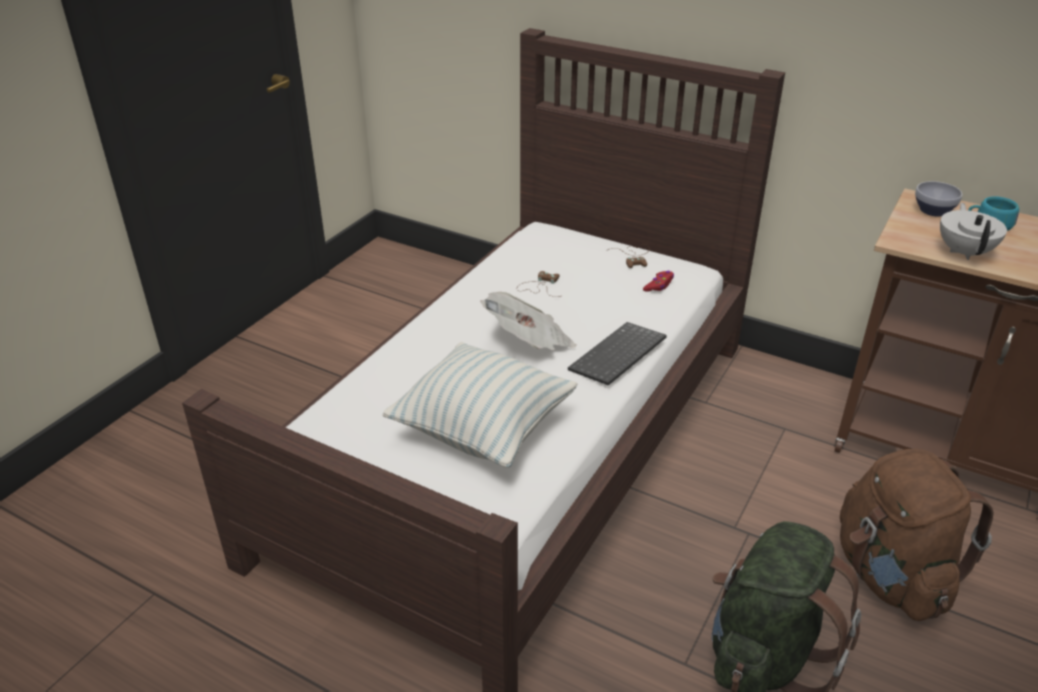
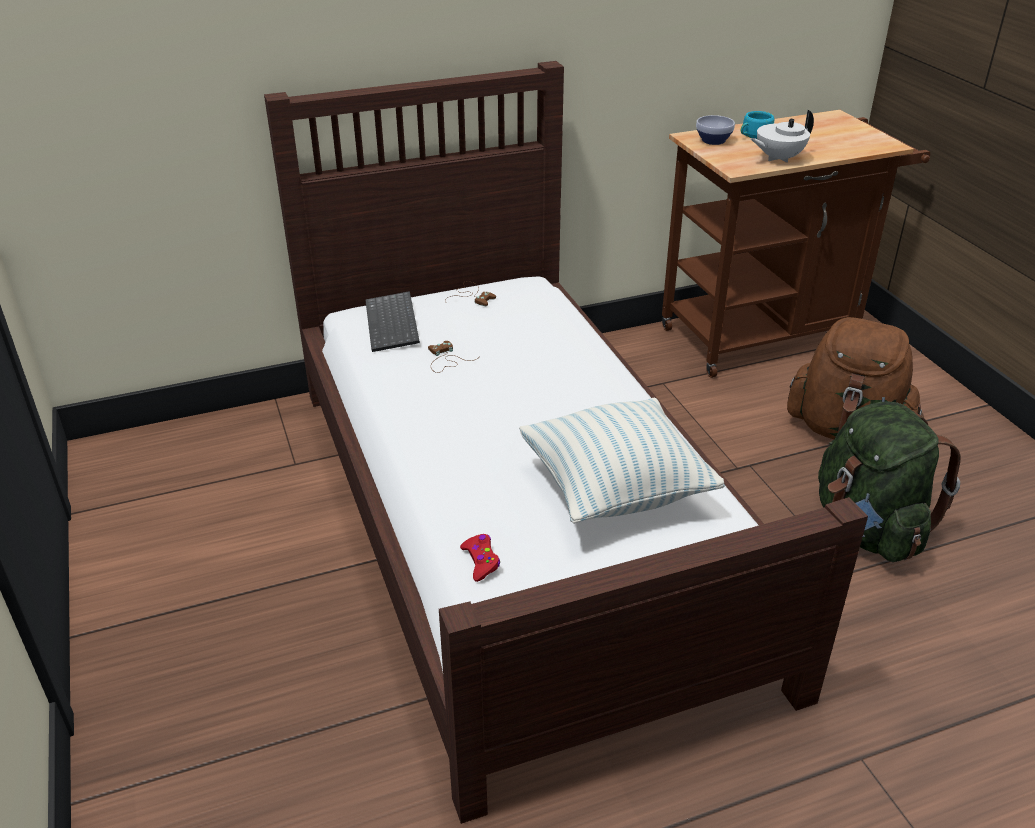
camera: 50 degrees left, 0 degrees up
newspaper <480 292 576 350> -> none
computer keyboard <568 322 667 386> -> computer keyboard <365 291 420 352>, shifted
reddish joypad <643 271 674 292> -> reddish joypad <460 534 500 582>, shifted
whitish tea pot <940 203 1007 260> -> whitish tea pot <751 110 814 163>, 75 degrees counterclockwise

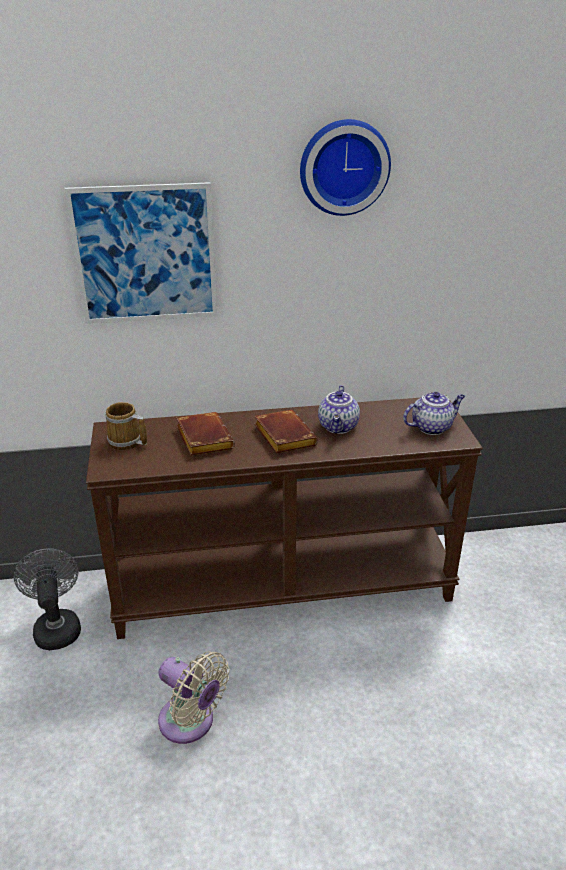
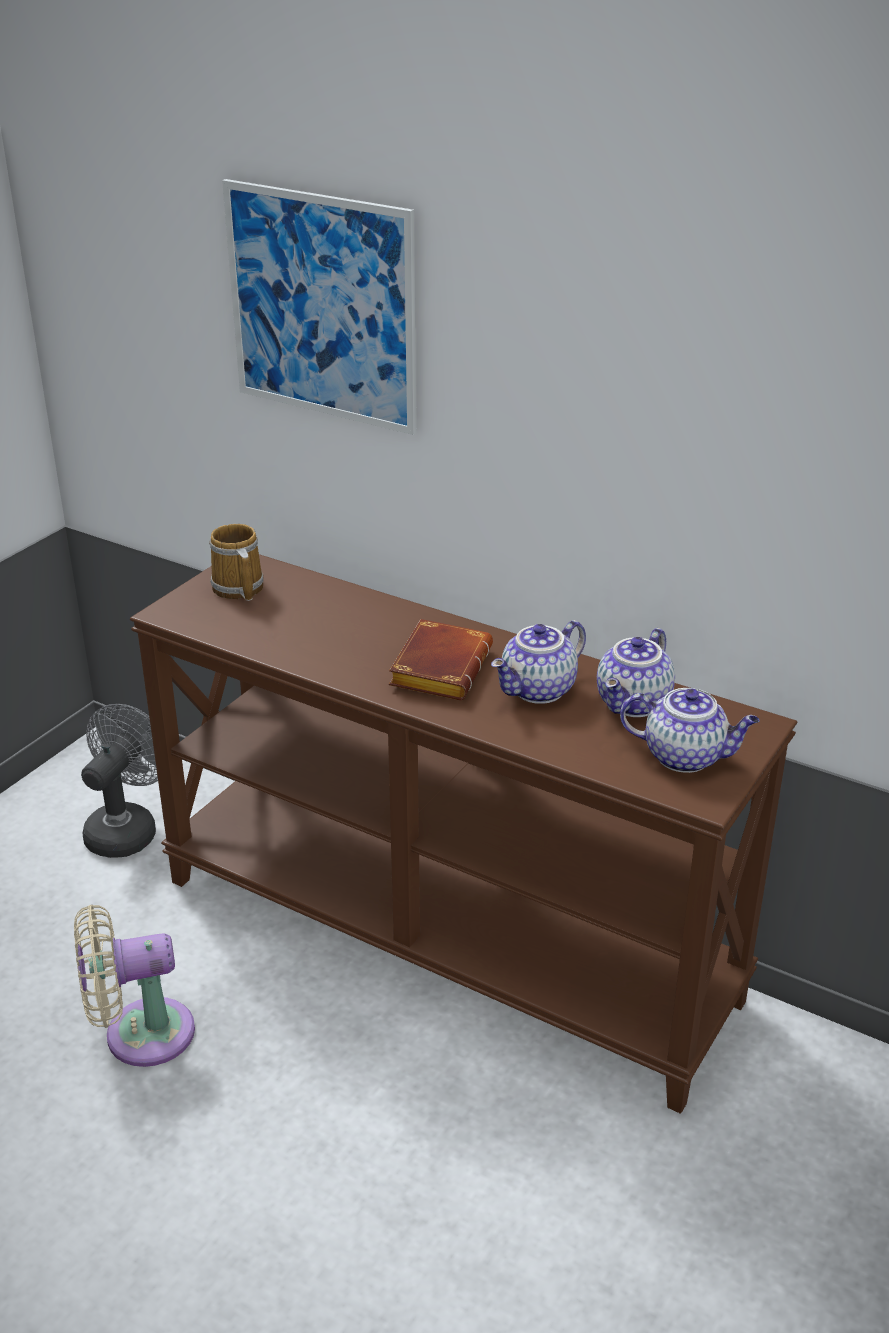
camera: 40 degrees right, 0 degrees up
brown volume <176 412 235 456> -> none
hanging clock <300 119 391 216> -> none
none -> tea pot <597 628 675 717>
sand-coloured cooling fan <158 651 229 744> -> sand-coloured cooling fan <74 905 195 1067>, 90 degrees clockwise

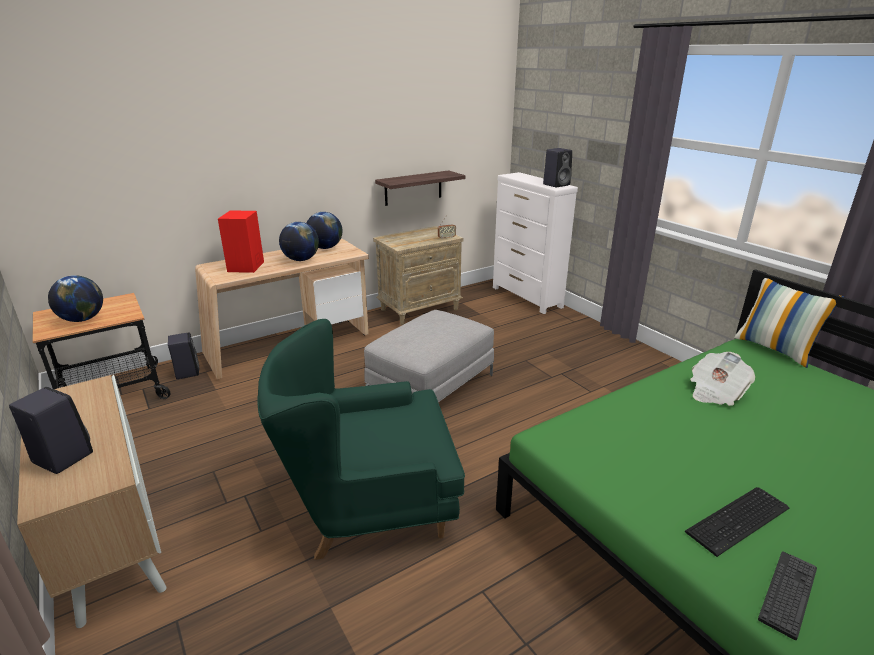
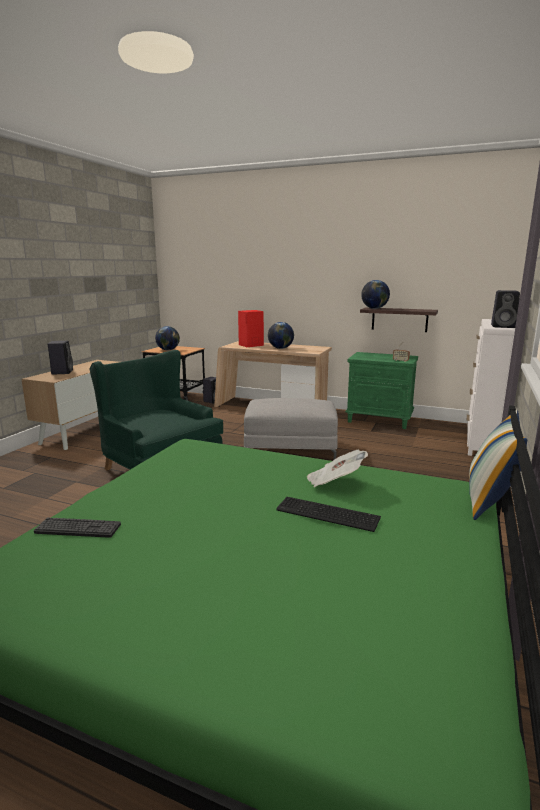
camera: 55 degrees right, 10 degrees down
desk globe <307 212 342 249> -> desk globe <361 280 390 309>, shifted
computer keyboard <685 487 789 557> -> computer keyboard <276 497 381 532>, shifted
sand-coloured night table <373 226 463 325> -> greenish night table <345 352 418 429>

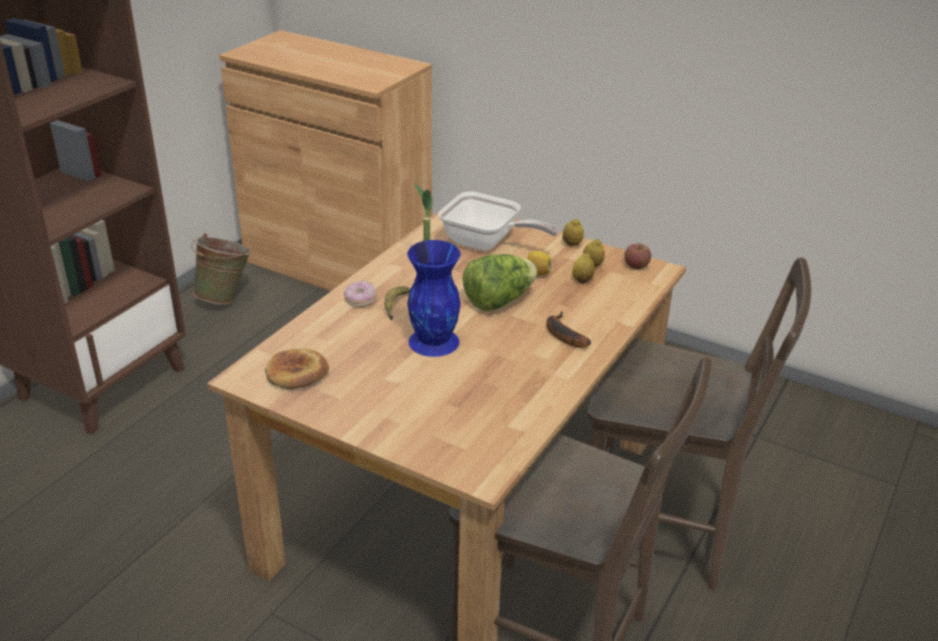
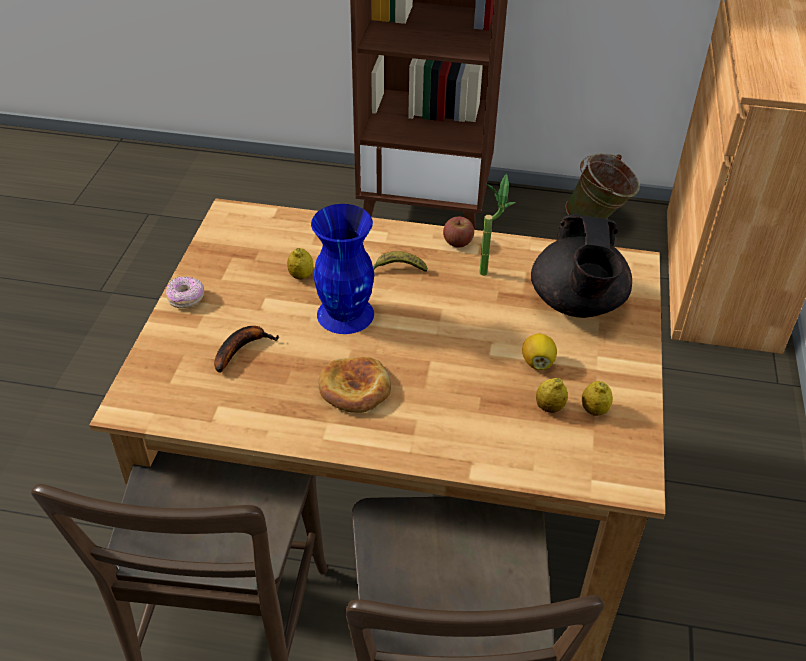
camera: 70 degrees right, 10 degrees up
lettuce <463 254 537 311> -> none
bread <265 349 329 389> -> bread <318 357 391 413>, shifted
doughnut <344 281 376 307> -> doughnut <166 276 204 308>, shifted
banana <546 311 591 347> -> banana <214 326 279 373>, shifted
citrus fruit <563 219 584 246> -> citrus fruit <287 248 314 279>, shifted
apple fruit <624 243 651 269> -> apple fruit <443 217 474 247>, shifted
frying pan <438 192 559 251> -> blackish tea pot <531 214 632 318>

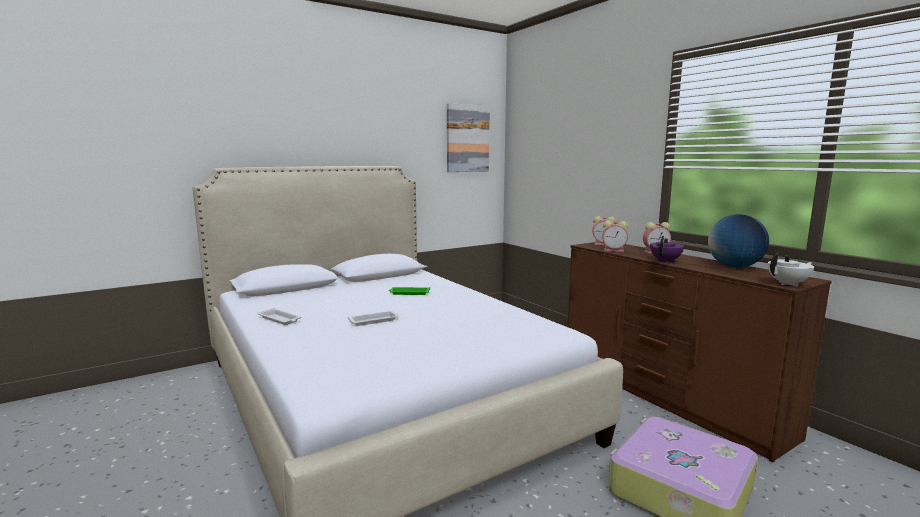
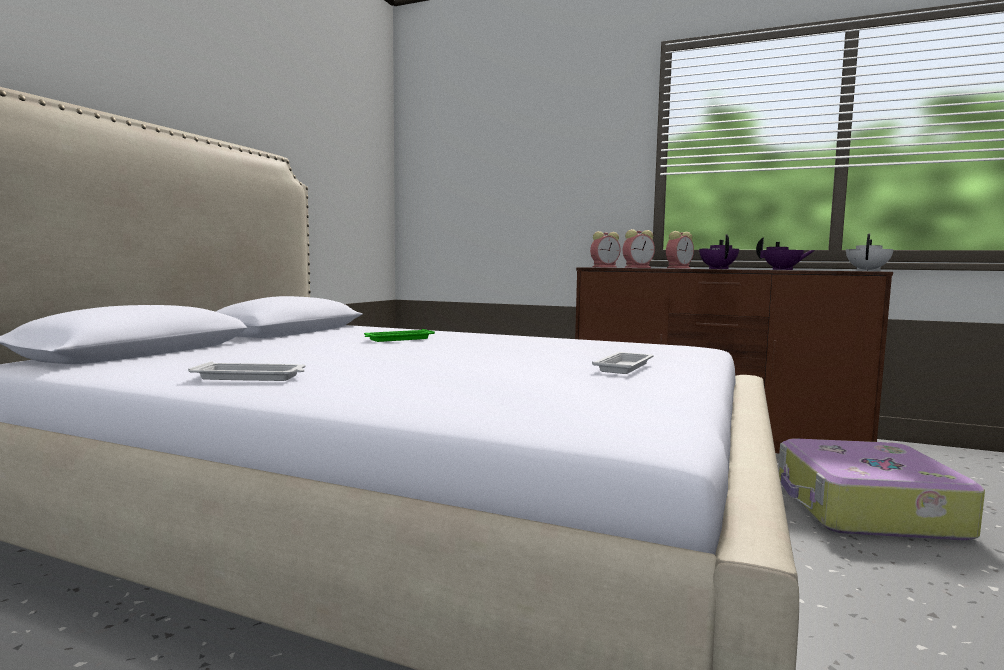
camera: 35 degrees left, 5 degrees down
wall picture <447 103 490 172> -> none
whitish serving tray <348 311 399 326> -> whitish serving tray <592 352 654 374>, shifted
desk globe <708 214 769 268> -> purple-coloured tea pot <756 237 815 270>

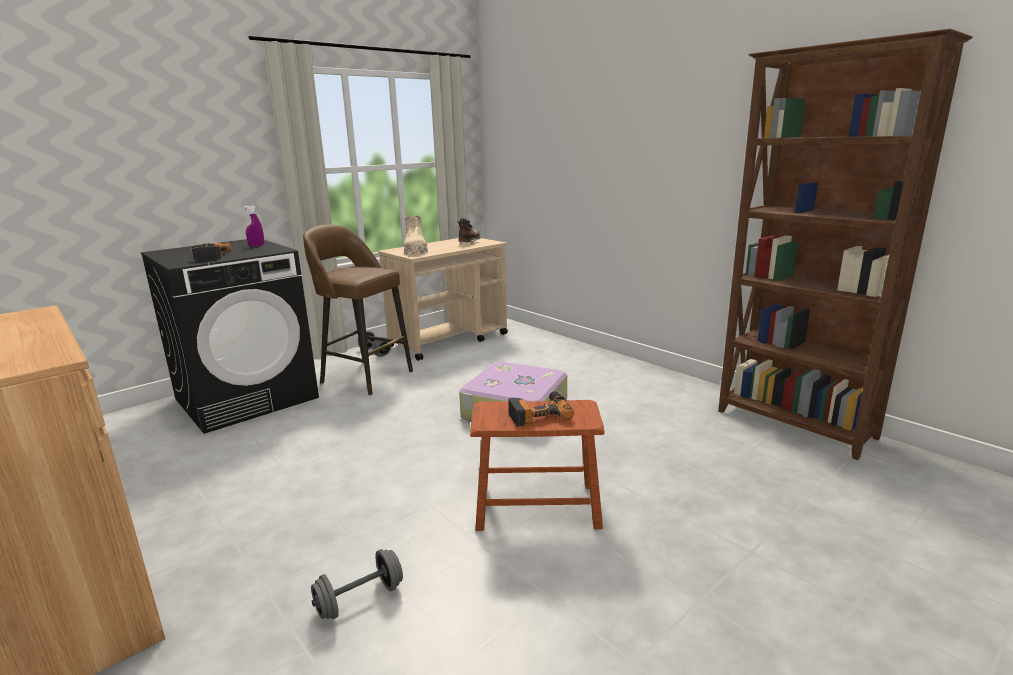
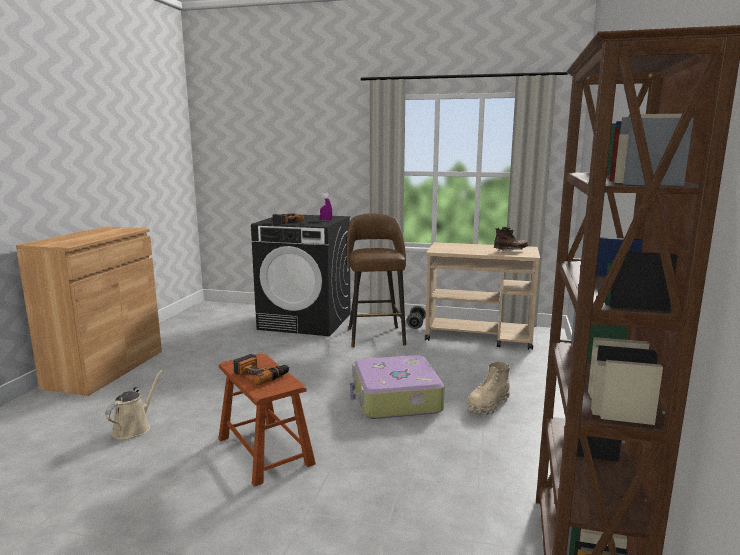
camera: 55 degrees right, 5 degrees down
sand-coloured tall boot <404 216 428 254> -> sand-coloured tall boot <467 362 510 415>, shifted
grey hand weight <311 549 403 619> -> sand-coloured watering pot <105 369 163 439>

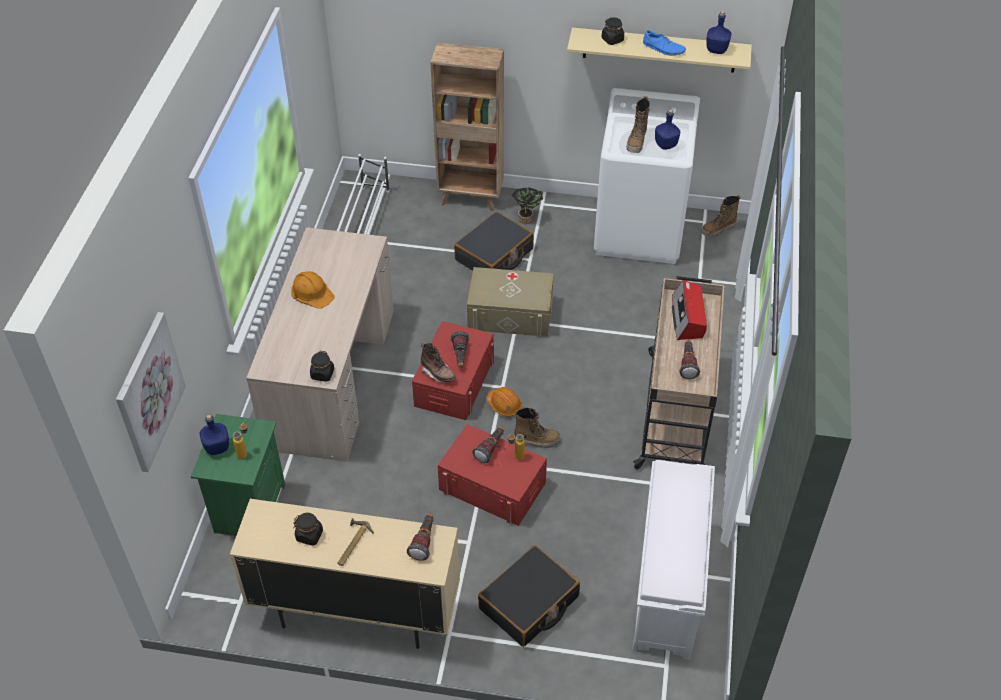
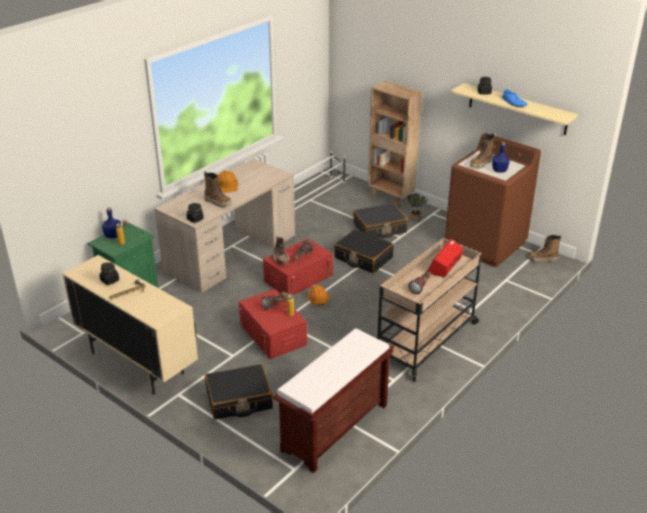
camera: 30 degrees right, 15 degrees down
wall picture <116 312 186 472> -> none
torch <407 513 433 561> -> none
bluish bottle <706 11 731 54> -> none
tall boot <514 408 560 448> -> tall boot <204 171 232 207>, shifted
sand-coloured storage box <467 267 554 337> -> blackish suitcase <334 229 394 273>
whitish laundry appliance <594 88 700 264> -> brown laundry appliance <445 133 541 267>
whitish long seat <632 460 715 660> -> brown long seat <273 328 394 473>

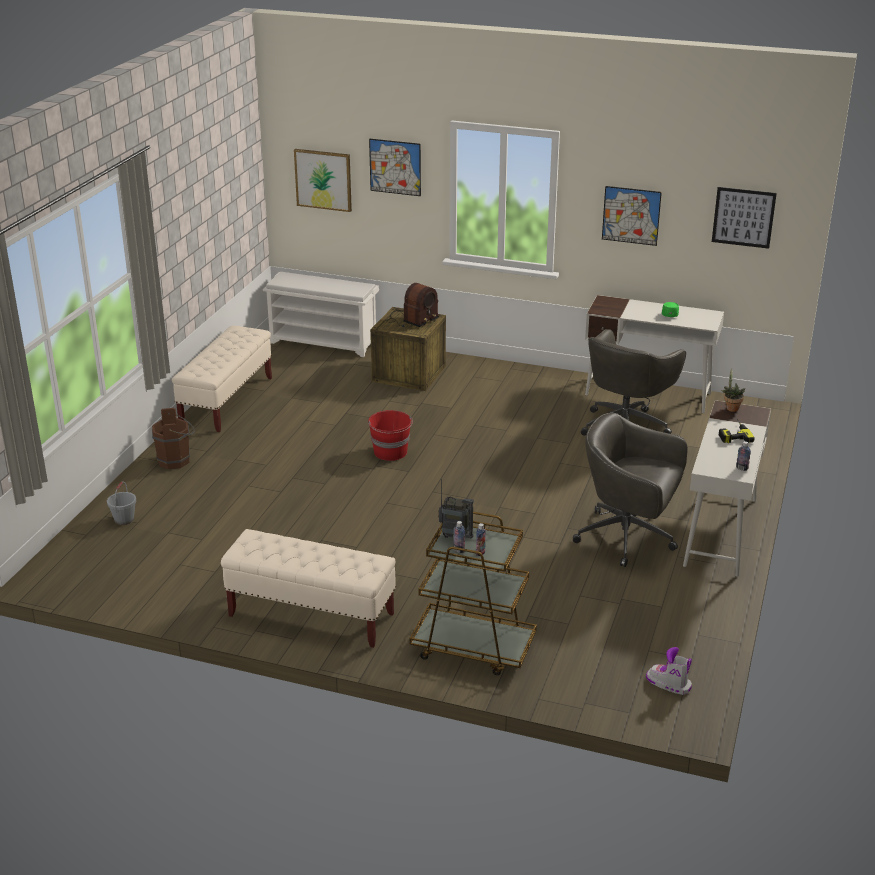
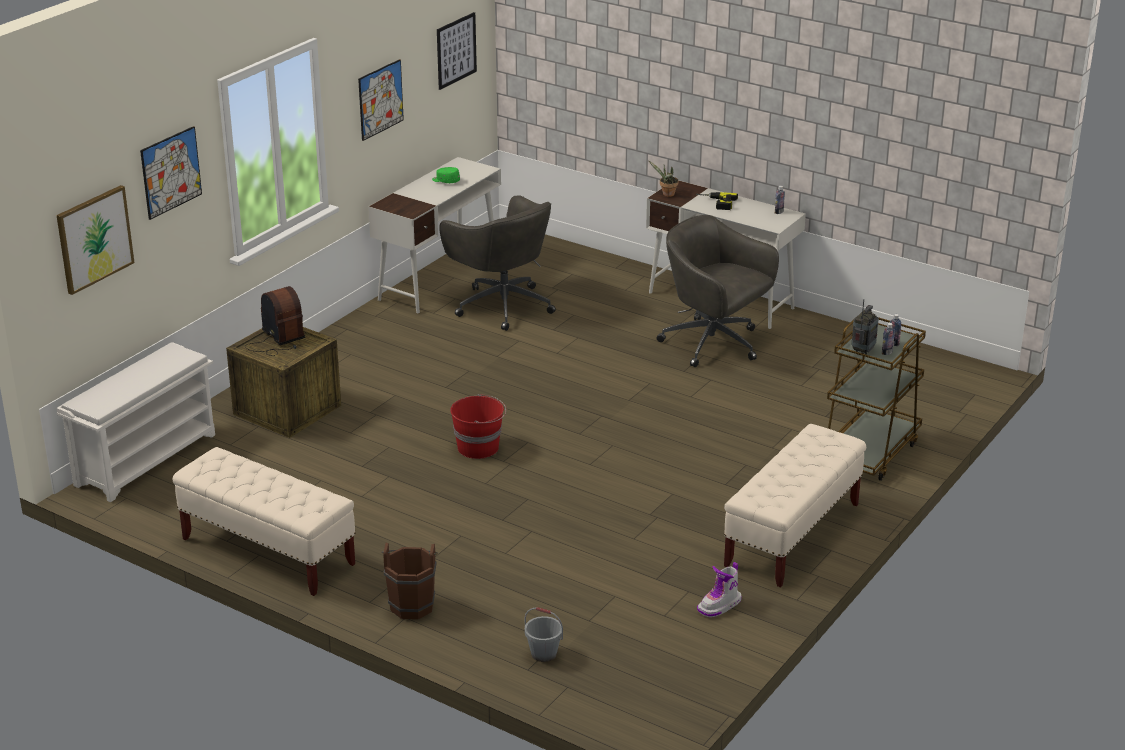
camera: 75 degrees left, 0 degrees up
tall boot <646 647 692 695> -> tall boot <697 562 742 617>, shifted
grey computer chair <573 412 688 567> -> grey computer chair <657 215 779 367>, 90 degrees clockwise

